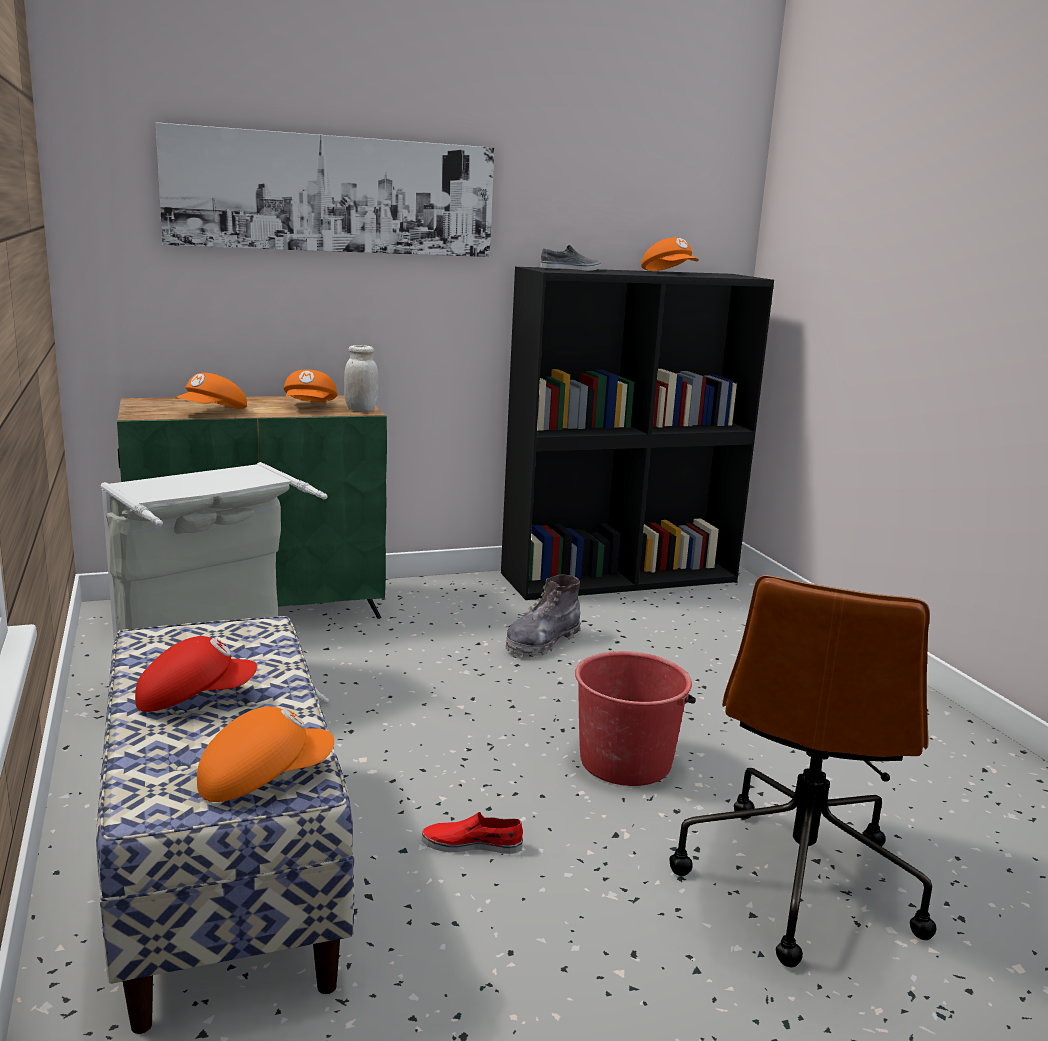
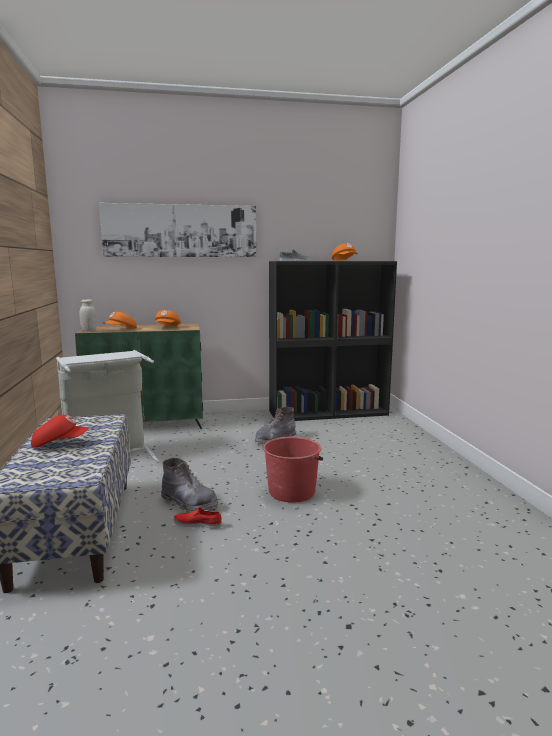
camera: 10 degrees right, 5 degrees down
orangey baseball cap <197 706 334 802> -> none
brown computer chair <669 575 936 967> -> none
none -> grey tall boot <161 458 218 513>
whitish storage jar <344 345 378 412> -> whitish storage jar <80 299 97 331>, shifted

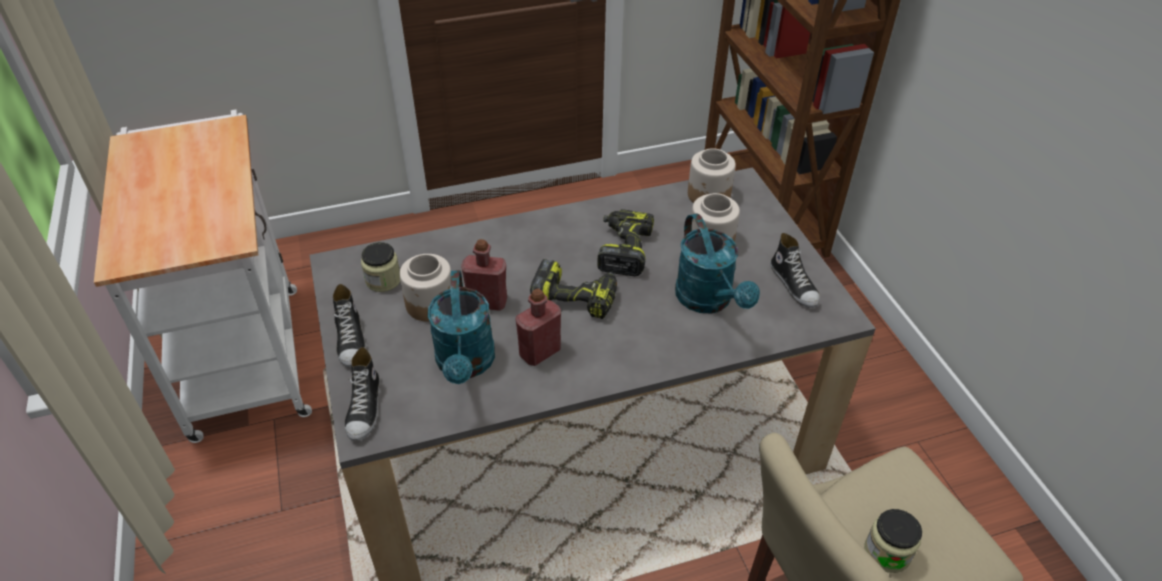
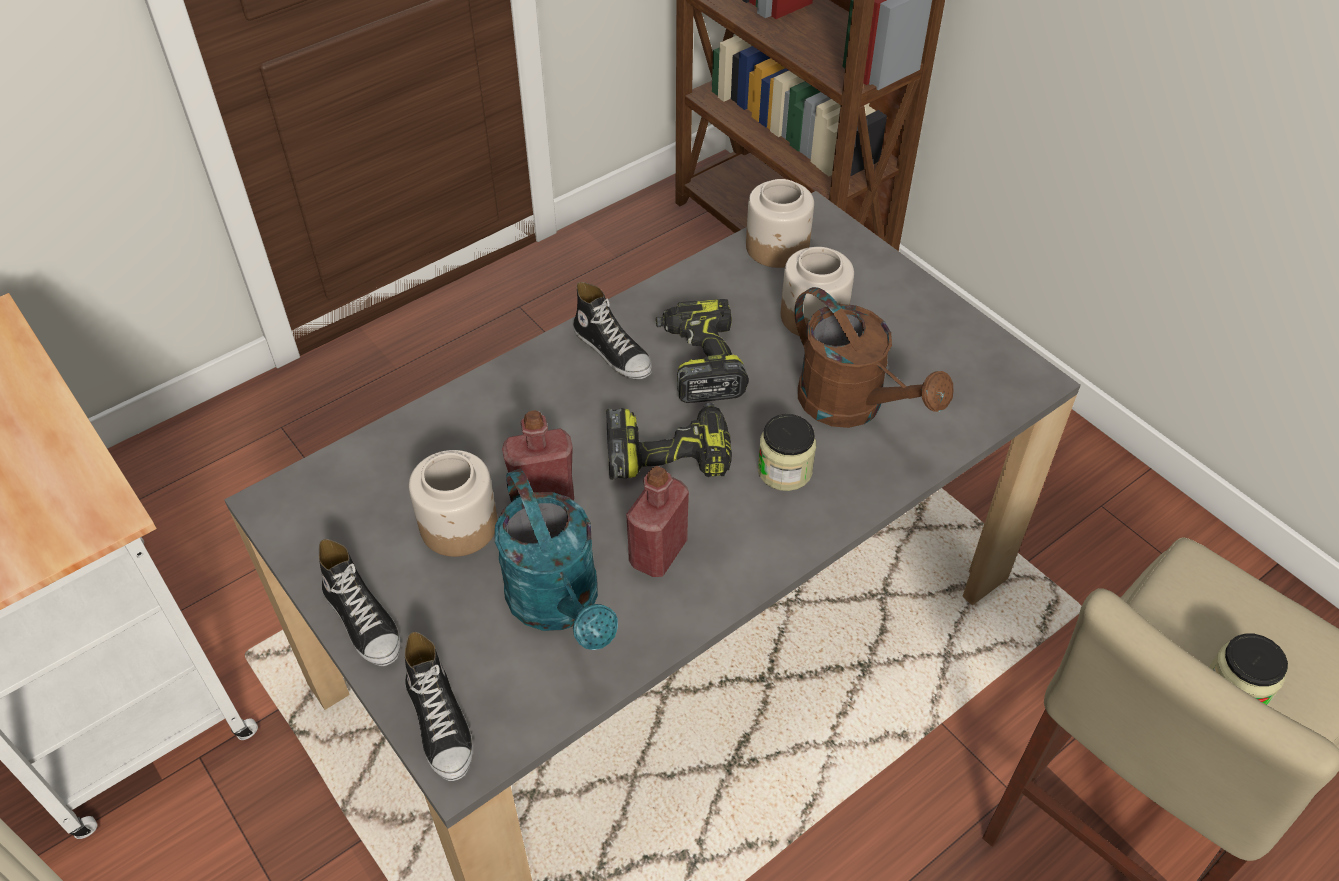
camera: 20 degrees left, 5 degrees up
storage jar <361 242 400 292> -> storage jar <758 414 816 491>, shifted
low shoe <770 233 820 308> -> low shoe <573 282 652 379>, shifted
turquoise-coloured watering pot <675 213 760 313> -> brown watering pot <794 287 953 428>

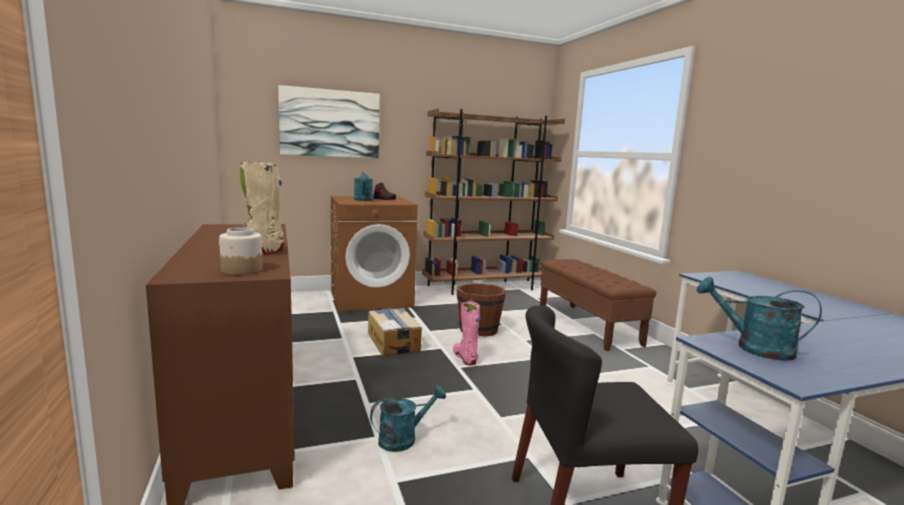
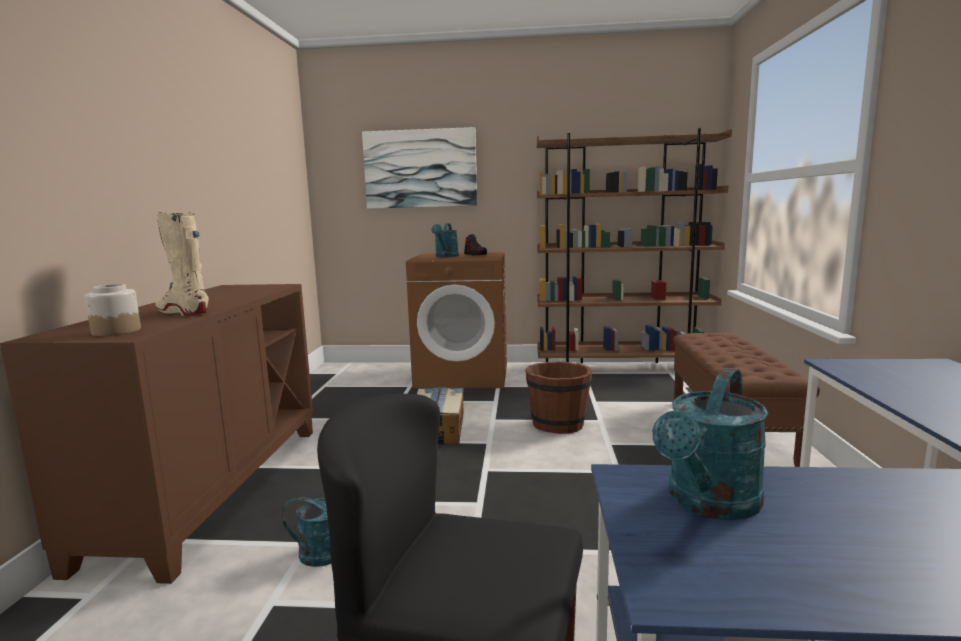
camera: 25 degrees right, 0 degrees up
pinkish tall boot <453 300 481 365> -> none
turquoise-coloured watering pot <696 277 822 361> -> turquoise-coloured watering pot <653 368 768 521>, 105 degrees counterclockwise

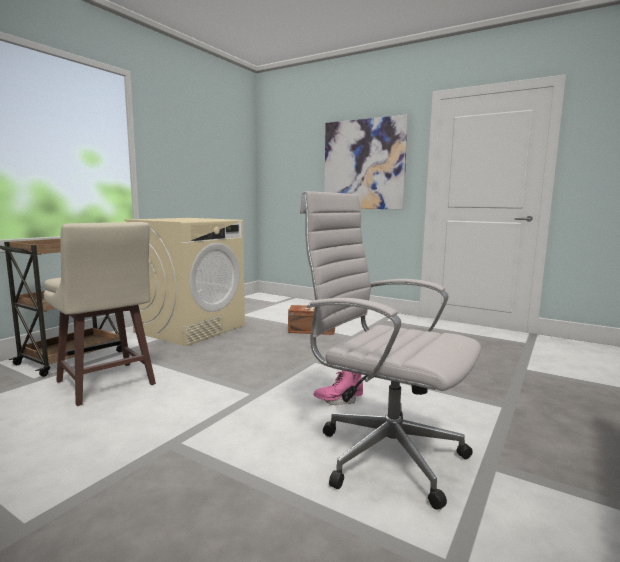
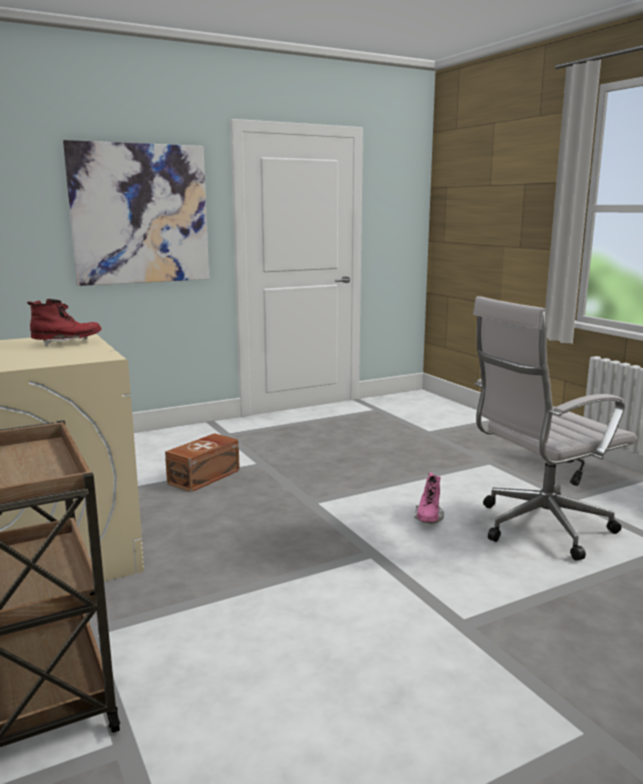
camera: 60 degrees left, 5 degrees up
sand-coloured sitting stool <44 222 156 406> -> none
none -> reddish tall boot <27 299 101 346>

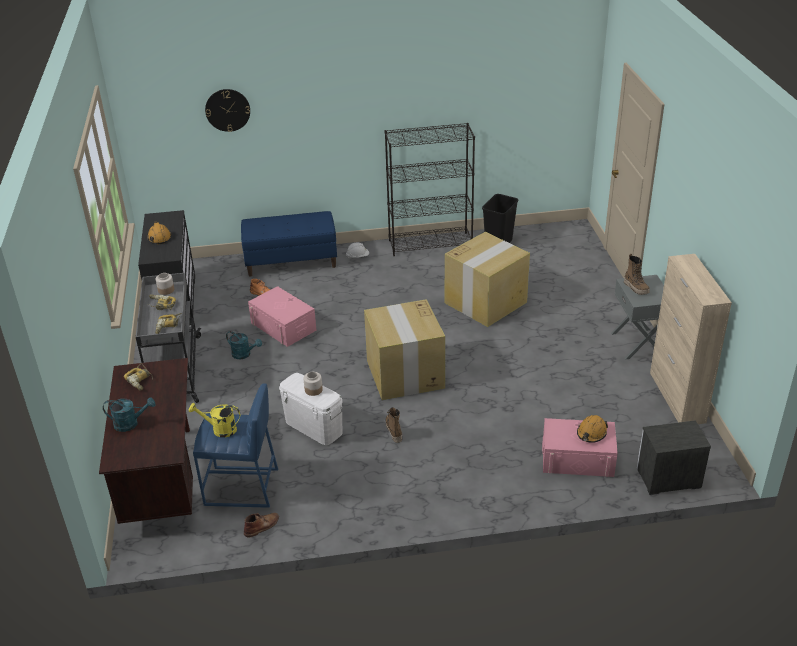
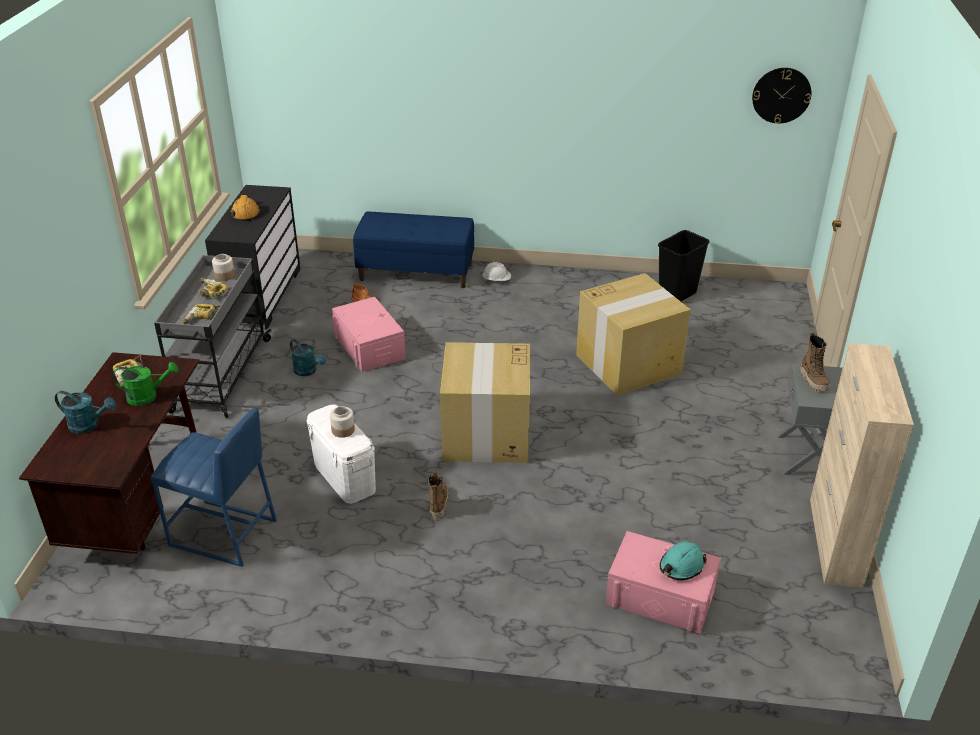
camera: 15 degrees right, 0 degrees up
yellow watering pot <189 403 240 438> -> none
brown tall boot <244 512 279 537> -> none
blackish shelving unit <385 123 475 256> -> none
night table <637 420 711 495> -> none
none -> greenish watering pot <113 362 179 406>
hanging clock <205 89 250 132> -> hanging clock <752 68 812 124>, shifted
orangey work helmet <577 415 608 443> -> turquoise-coloured work helmet <659 541 707 580>

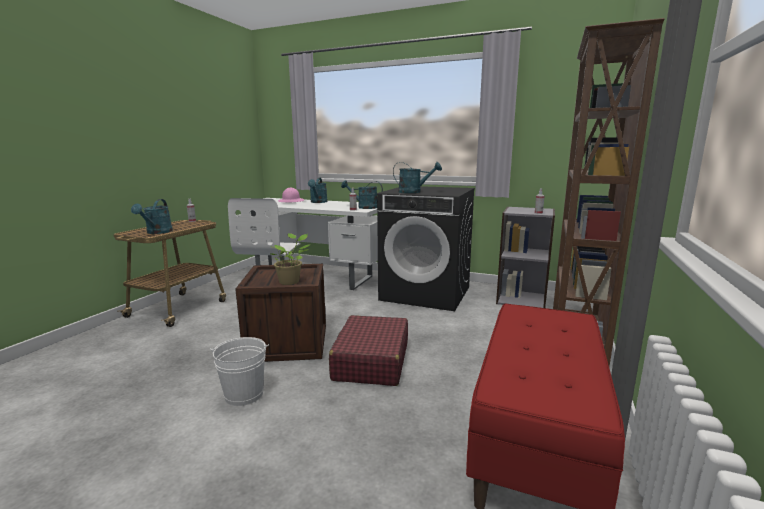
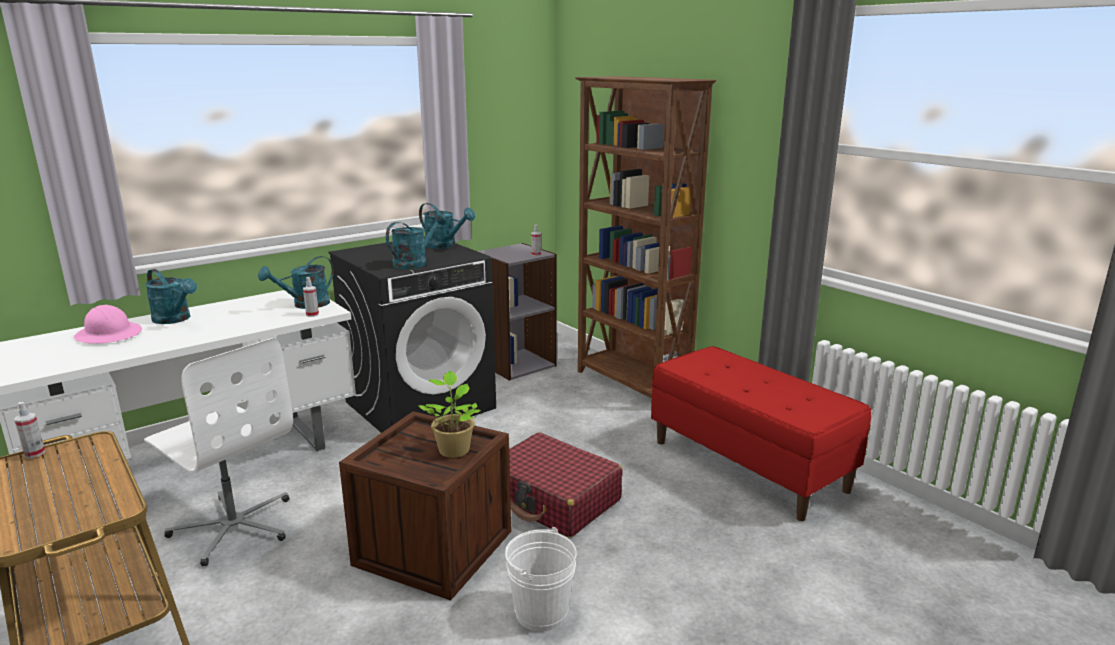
camera: 60 degrees left, 5 degrees up
turquoise-coloured watering pot <131 199 173 234> -> turquoise-coloured watering pot <419 203 475 249>, shifted

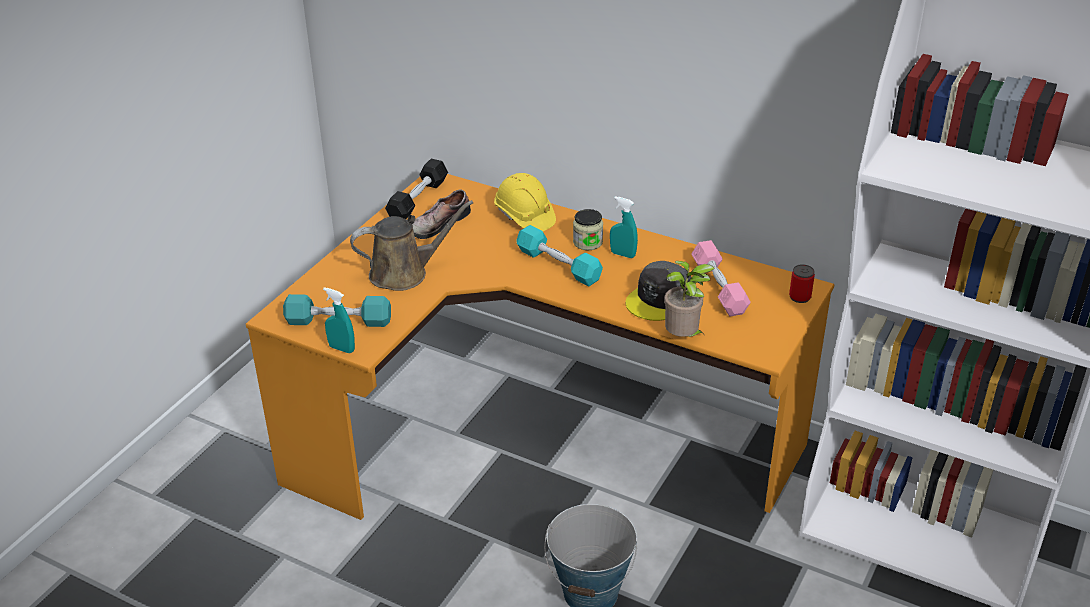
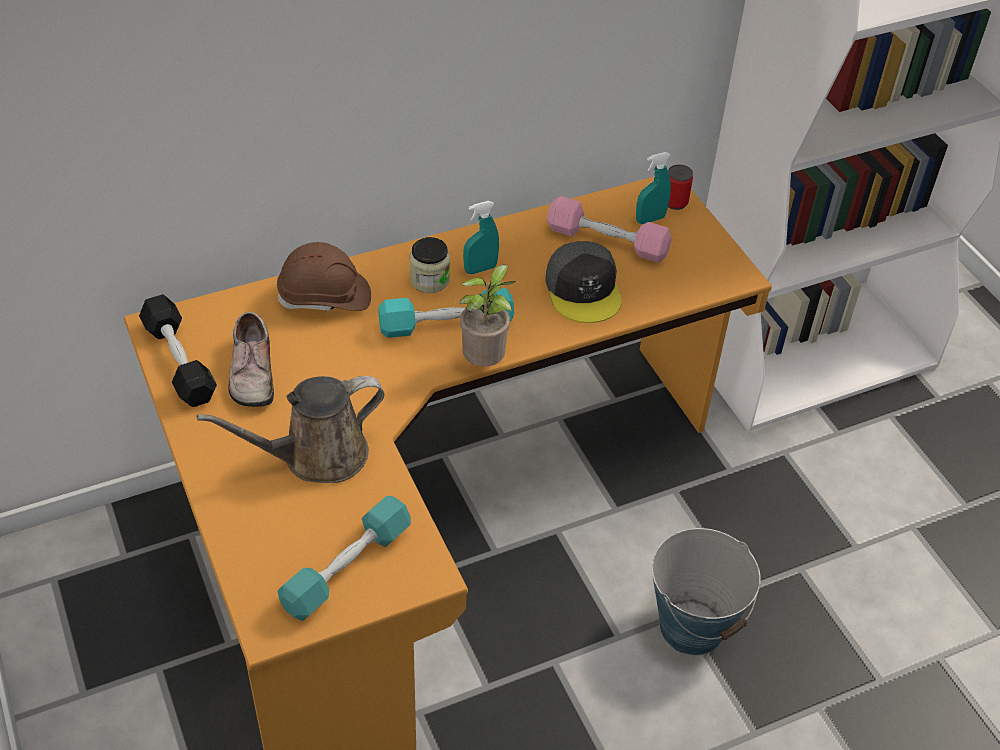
camera: 55 degrees left, 10 degrees up
turquoise-coloured spray bottle <323 287 355 353> -> turquoise-coloured spray bottle <636 152 671 224>, shifted
plant in a pot <664 261 715 337> -> plant in a pot <459 264 516 366>, shifted
yellow work helmet <494 173 556 231> -> brown work helmet <277 242 371 311>
brown watering pot <350 200 473 291> -> brown watering pot <197 376 384 483>, 135 degrees counterclockwise

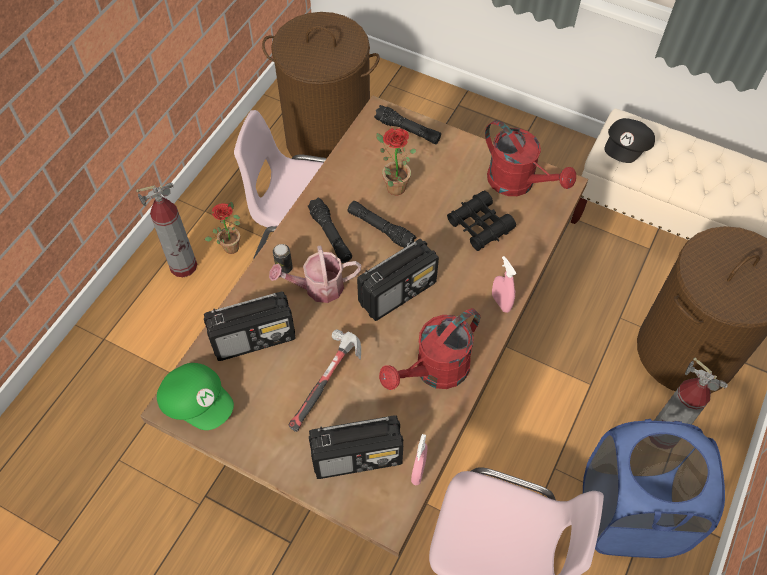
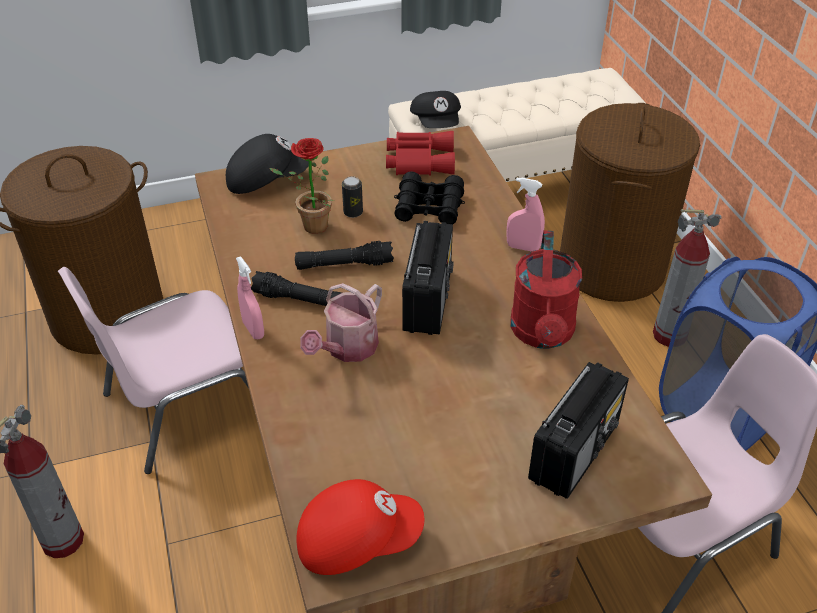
camera: 45 degrees left, 15 degrees down
plant in a pot <204 202 241 254> -> none
radio receiver <204 292 296 361> -> none
tool hammer <288 329 361 432> -> none
can <273 244 293 274> -> can <342 176 363 218>, shifted
pinkish spray bottle <411 434 427 485> -> pinkish spray bottle <236 256 264 339>, shifted
blackish torch <374 105 441 144> -> blackish baseball cap <226 134 309 194>
reddish watering pot <485 120 576 196> -> reddish binoculars <386 131 455 175>
greenish baseball cap <157 363 234 430> -> reddish baseball cap <297 479 425 575>

